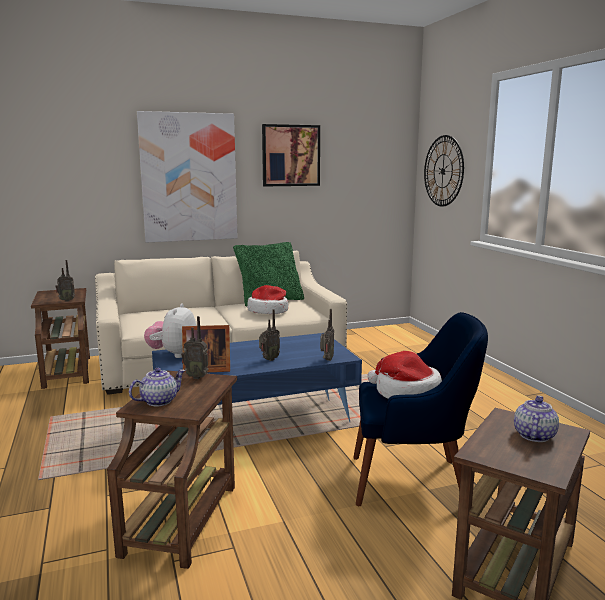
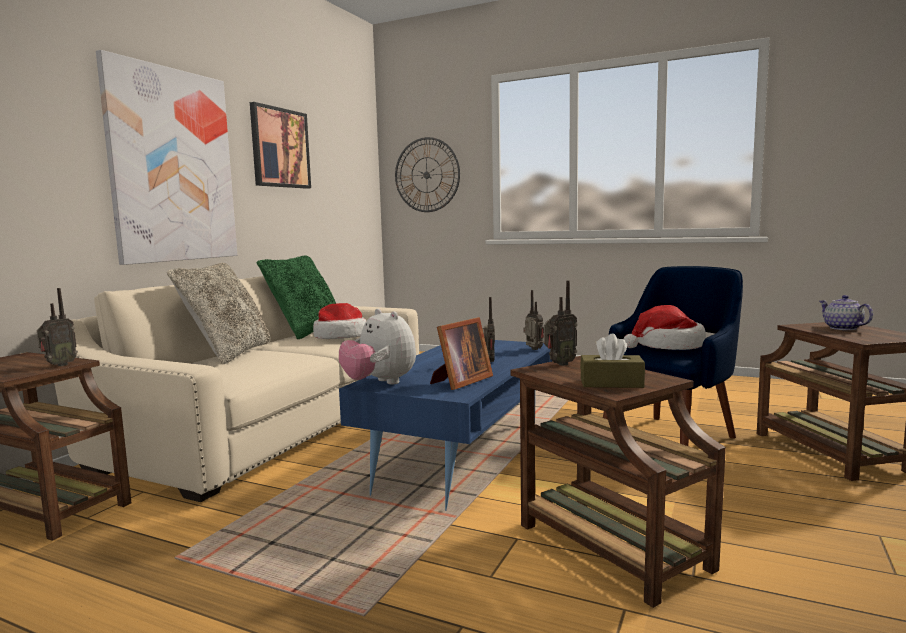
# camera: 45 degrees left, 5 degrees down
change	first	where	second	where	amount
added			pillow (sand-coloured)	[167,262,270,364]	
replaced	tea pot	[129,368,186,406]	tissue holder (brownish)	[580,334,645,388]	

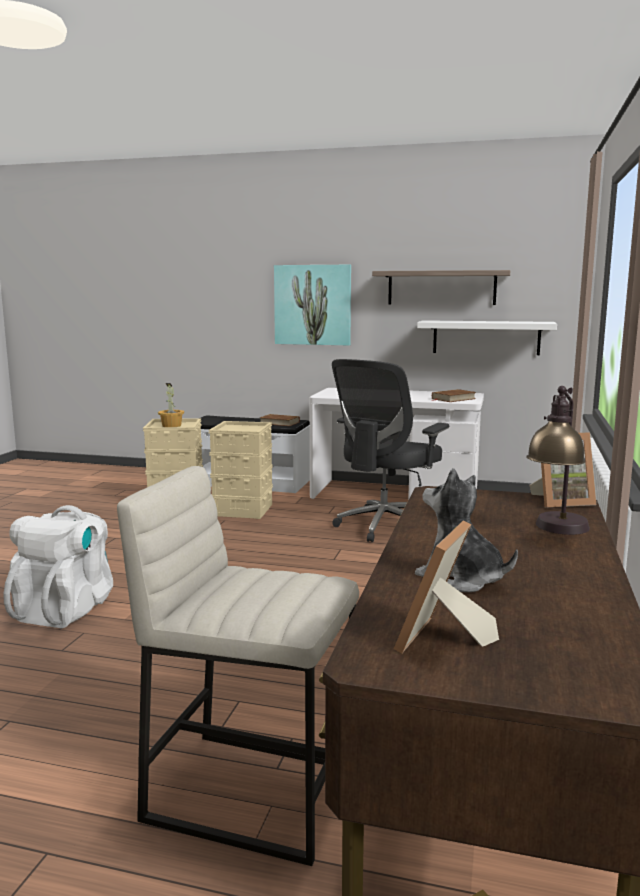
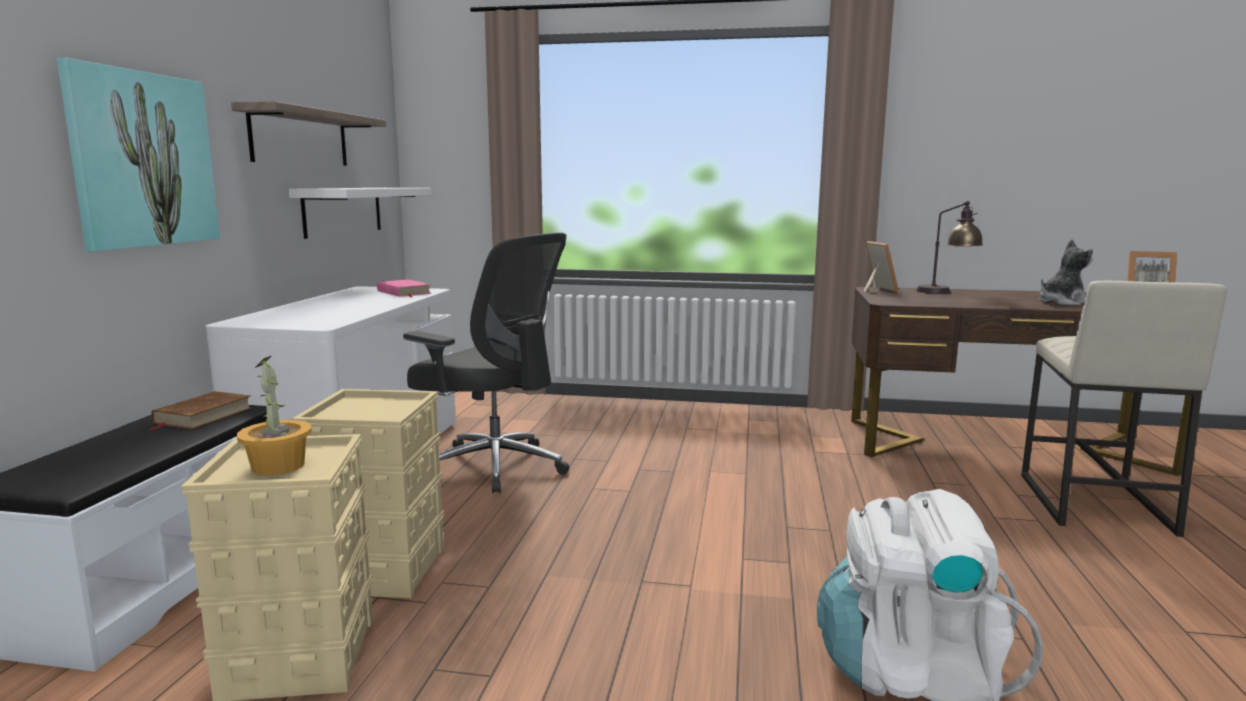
# camera: 95 degrees left, 0 degrees up
change	first	where	second	where	amount
recoloured	bound book (brownish)	[431,389,476,402]	bound book (pink-coloured)	[377,279,432,297]	
turned	cuddly toy	[415,468,518,592]		[1039,239,1093,305]	150 degrees counterclockwise

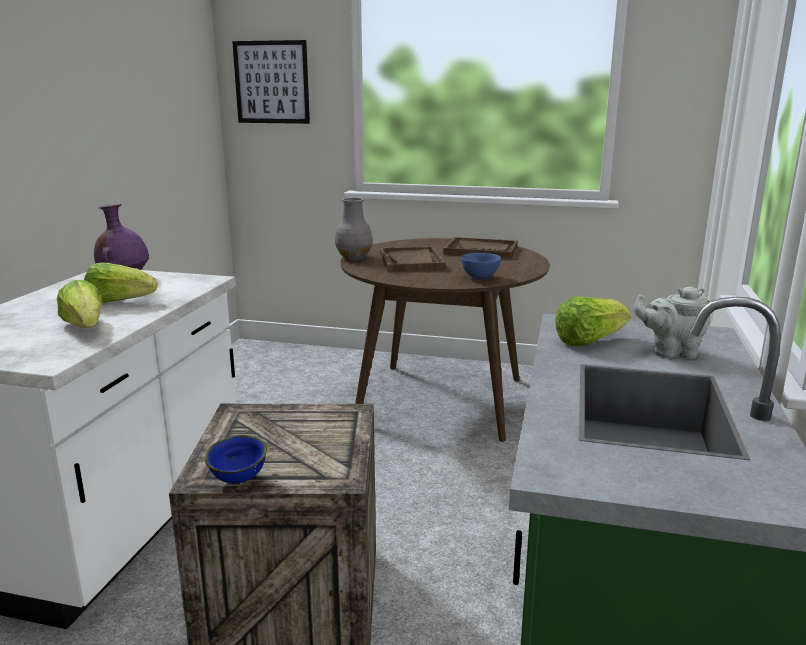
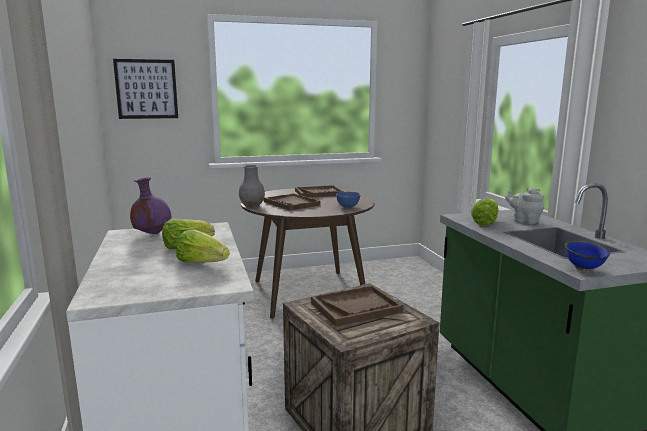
# camera: 30 degrees left, 5 degrees down
change	first	where	second	where	amount
added			tray (brownish)	[311,285,403,327]	
moved	serving bowl (blue)	[204,435,267,485]		[565,241,610,271]	
turned	tea pot (gray)	[634,286,711,359]		[505,188,544,224]	60 degrees clockwise

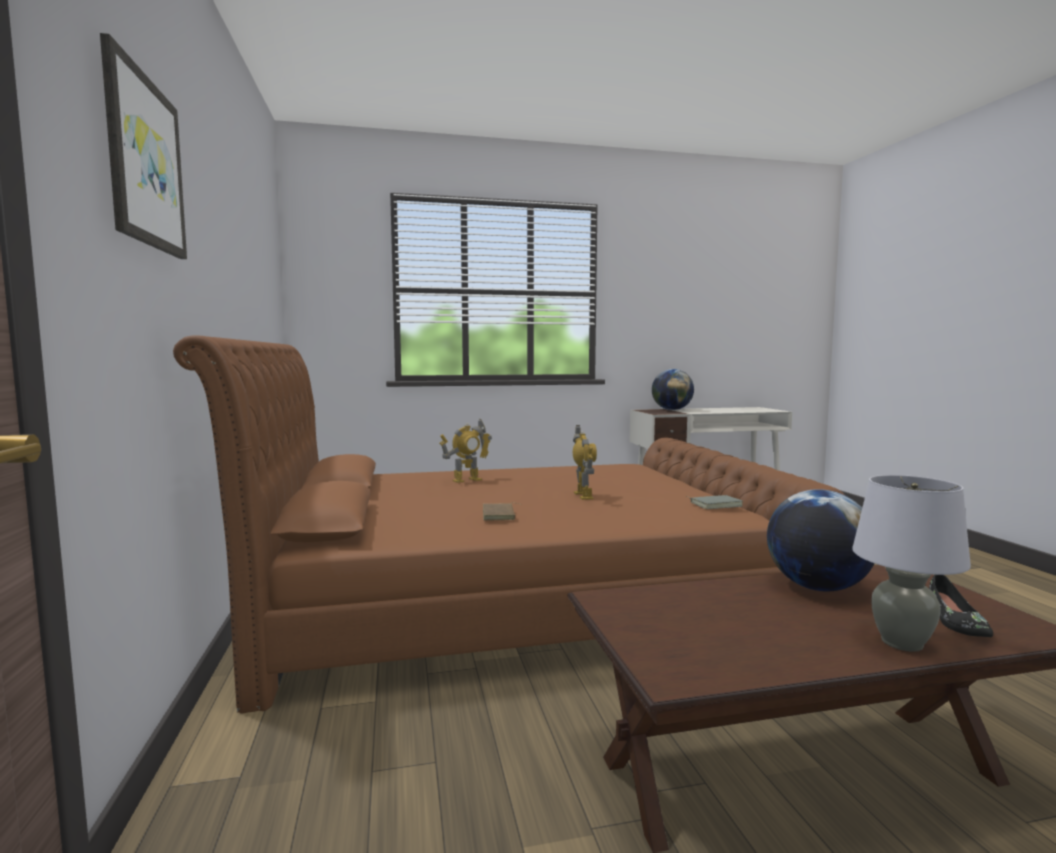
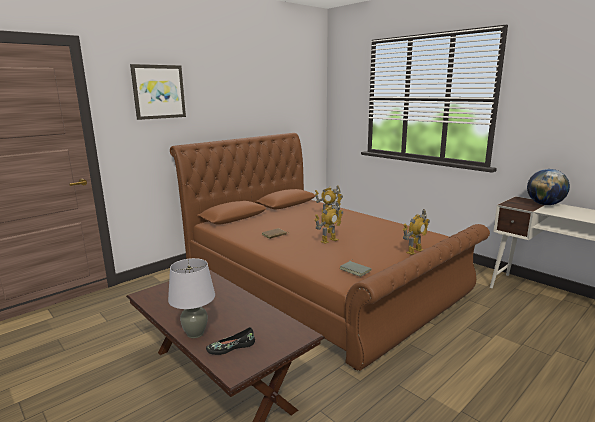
# camera: 60 degrees right, 10 degrees up
change	first	where	second	where	amount
removed	world globe	[767,489,874,591]			
added			model robot	[403,209,430,255]	

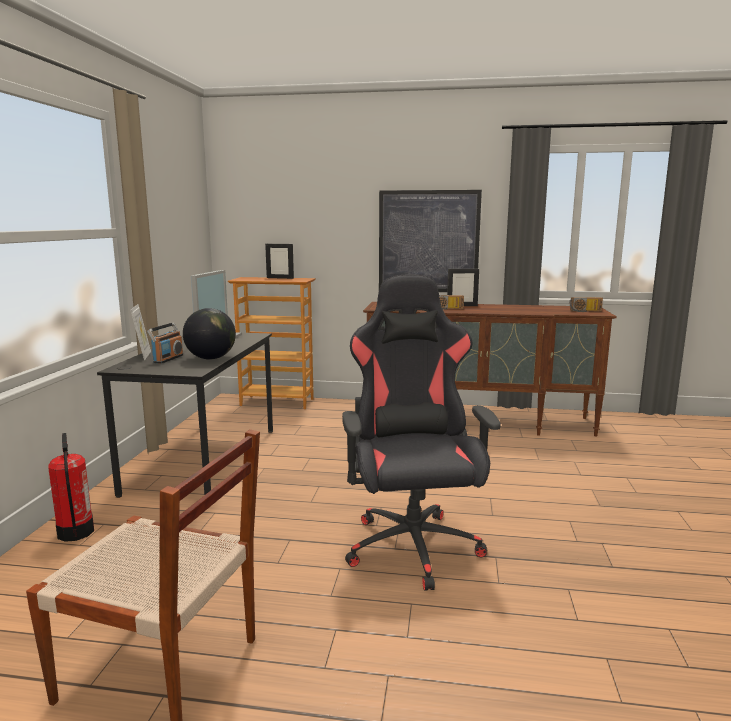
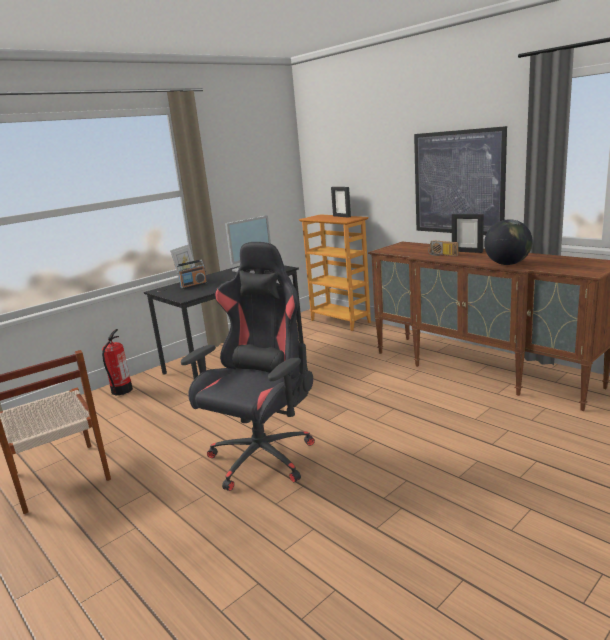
# camera: 40 degrees right, 5 degrees up
change	first	where	second	where	amount
removed	radio set	[569,297,603,312]			
moved	world globe	[183,308,236,360]		[484,219,532,265]	

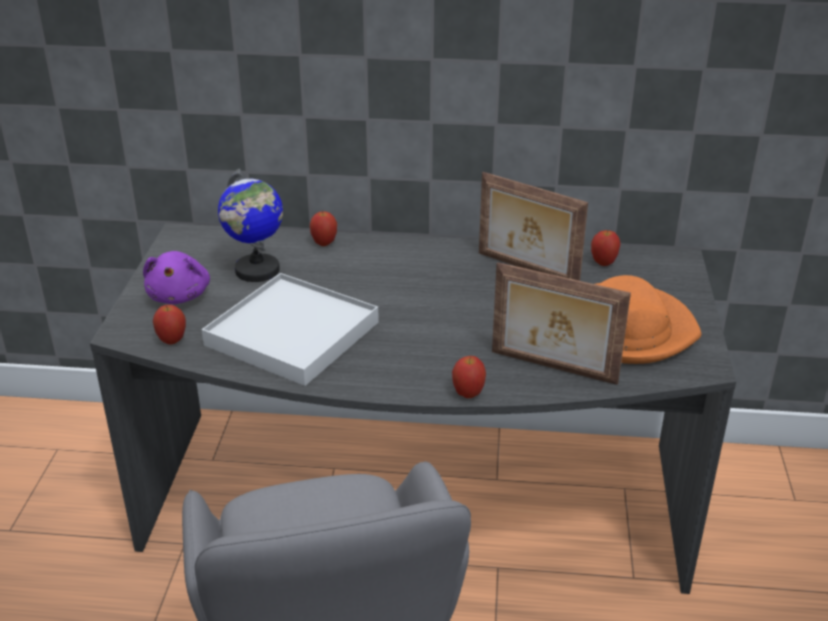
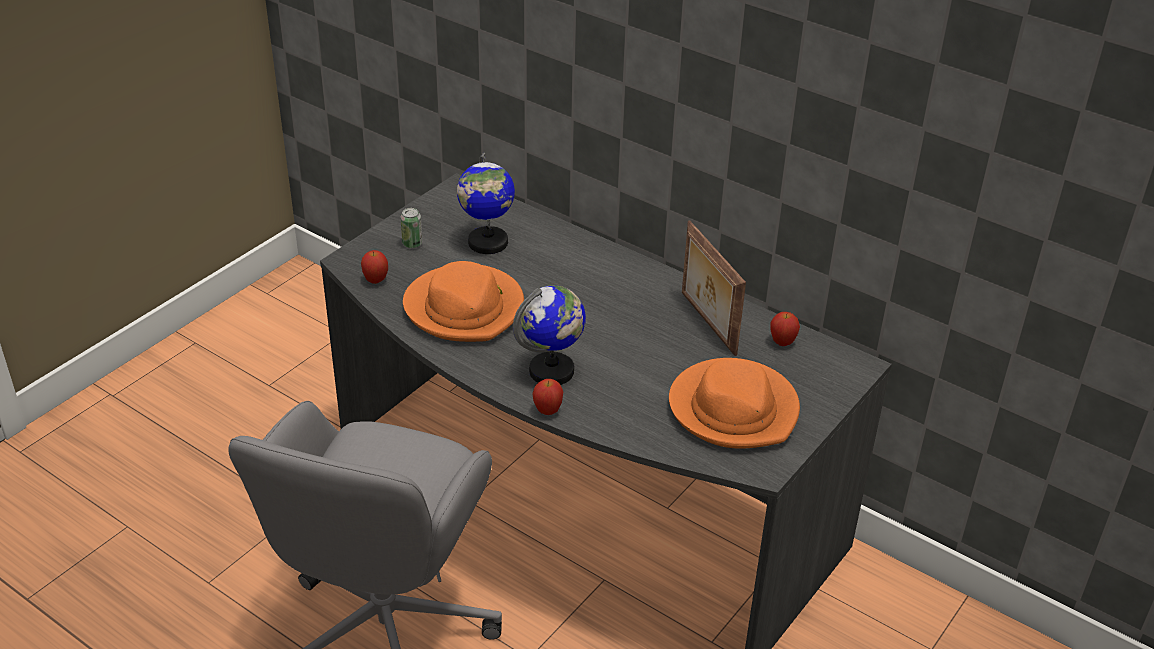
# camera: 30 degrees right, 5 degrees up
change	first	where	second	where	amount
removed	apple	[310,211,337,246]			
removed	picture frame	[492,262,631,385]			
added			world globe	[513,285,586,385]	
replaced	cuddly toy (purplish)	[143,251,210,304]	can	[400,208,422,248]	
replaced	tray (white-coloured)	[201,273,379,386]	clothing hat (orange-coloured)	[403,261,524,342]	

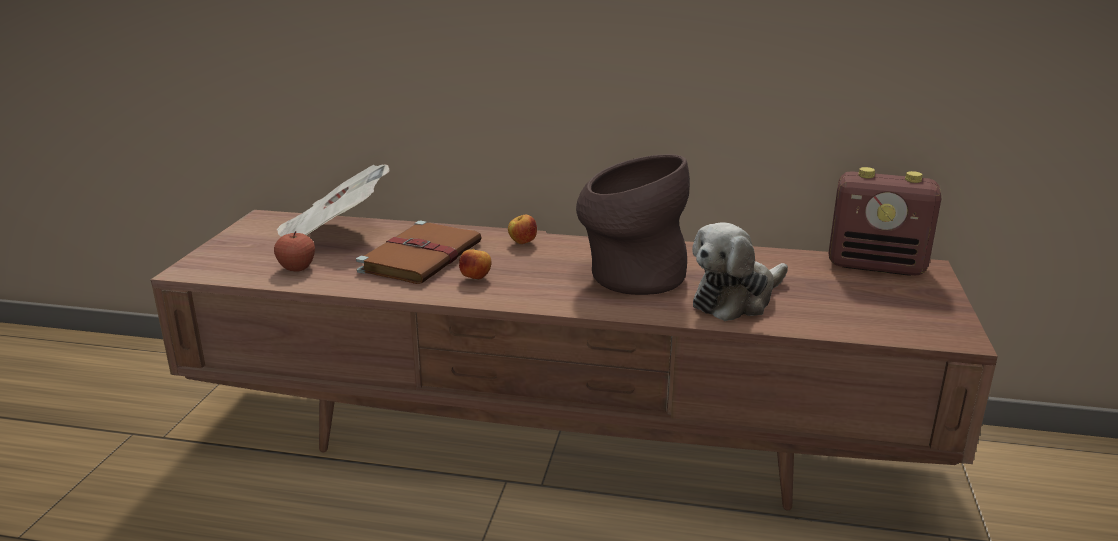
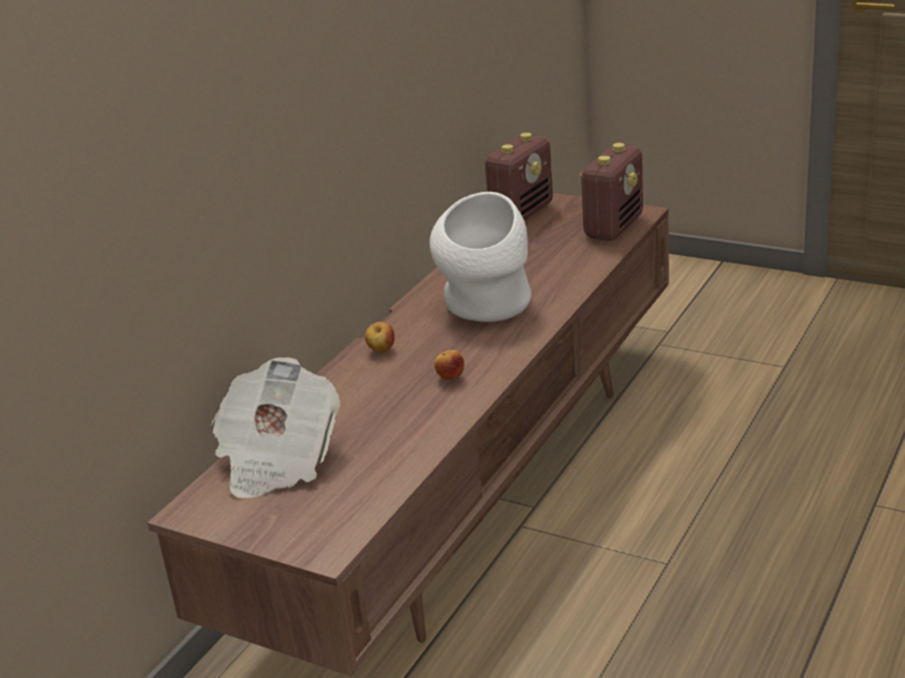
# camera: 70 degrees left, 5 degrees up
change	first	where	second	where	amount
removed	apple	[274,231,315,272]			
removed	bound book (brownish)	[356,221,482,284]			
removed	cuddly toy	[692,222,788,321]			
added			radio set	[579,143,643,241]	
recoloured	decorative vase (brownish)	[576,154,690,295]	decorative vase (white-coloured)	[429,192,531,322]	

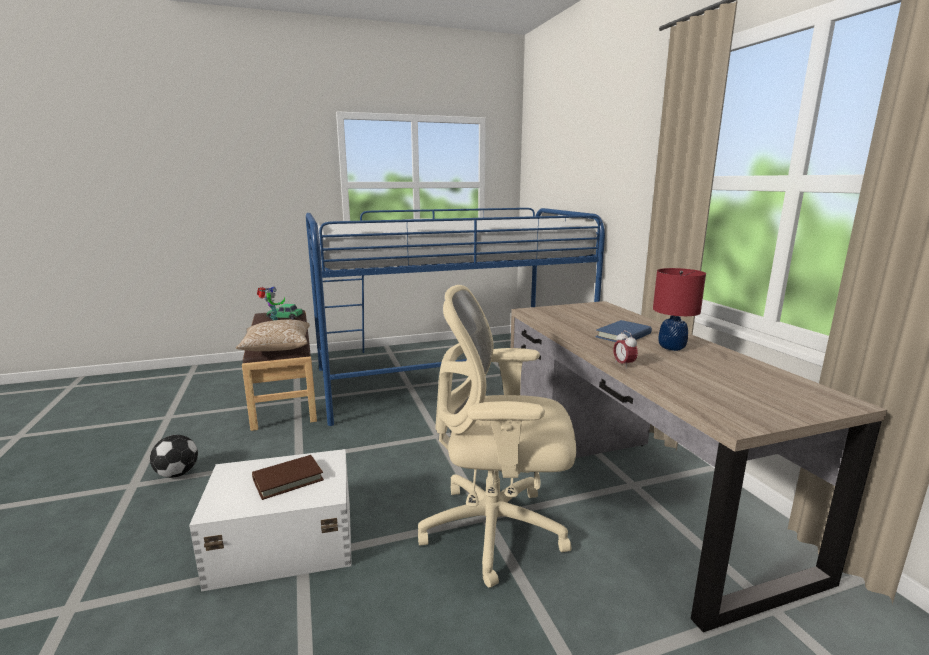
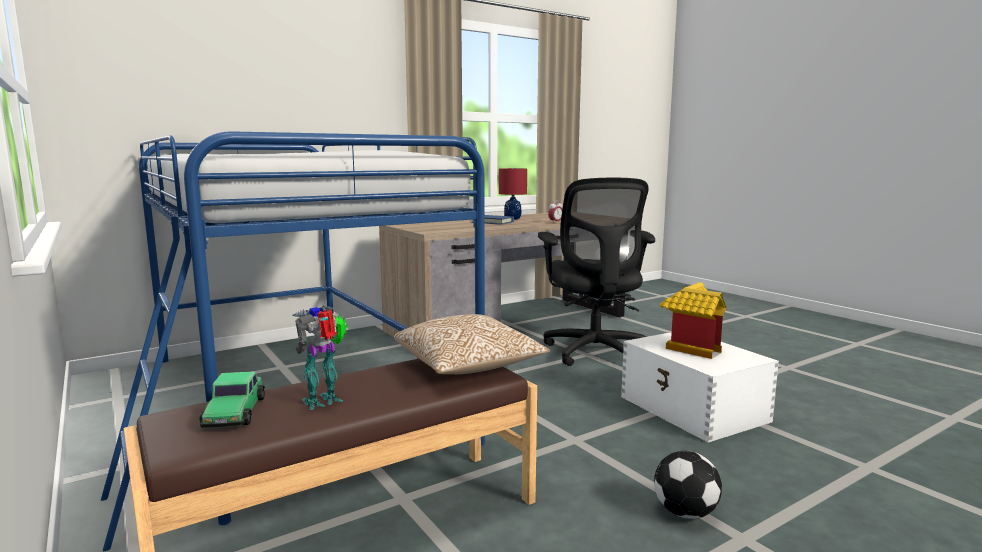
# camera: 105 degrees left, 5 degrees down
change	first	where	second	where	amount
replaced	bound book (brownish)	[252,455,324,500]	toy house	[660,282,727,359]	
recoloured	office chair (sand-coloured)	[418,285,576,587]	office chair (blackish)	[538,178,655,366]	

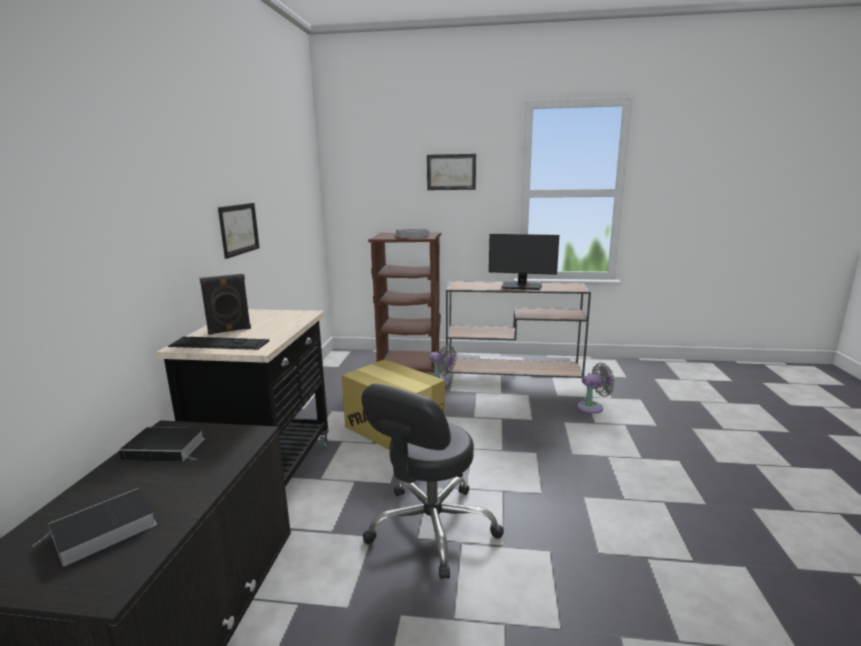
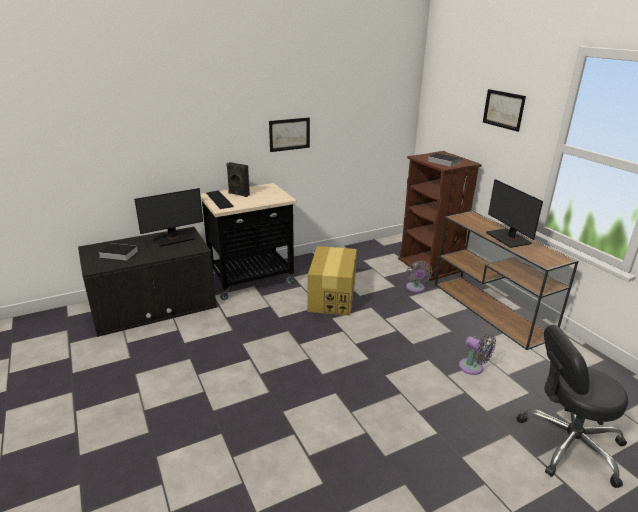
# camera: 55 degrees right, 10 degrees up
change	first	where	second	where	amount
moved	office chair (blackish)	[361,384,504,579]		[516,325,628,488]	
replaced	bound book	[119,427,205,462]	computer display	[134,188,203,247]	

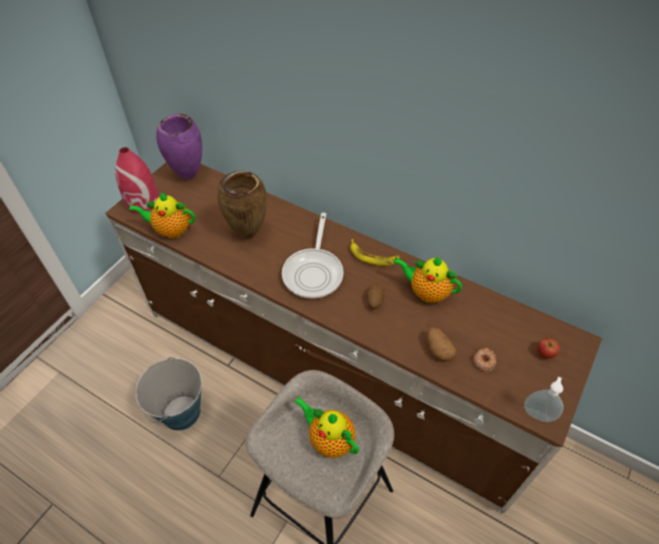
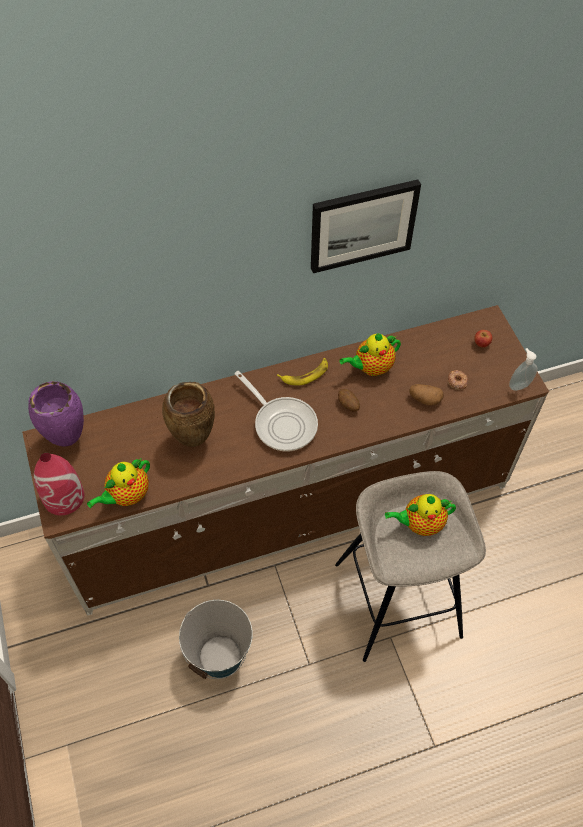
# camera: 50 degrees left, 5 degrees up
change	first	where	second	where	amount
added			wall art	[311,179,421,273]	

